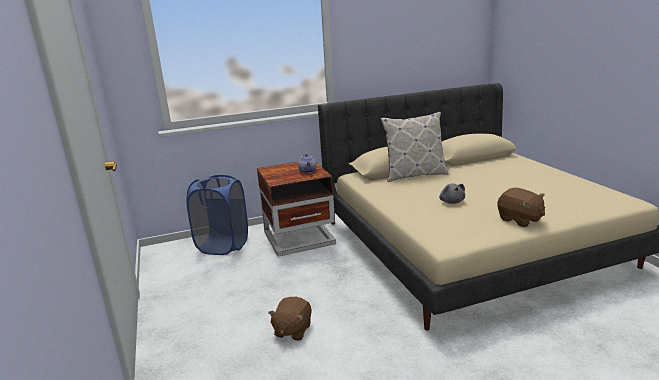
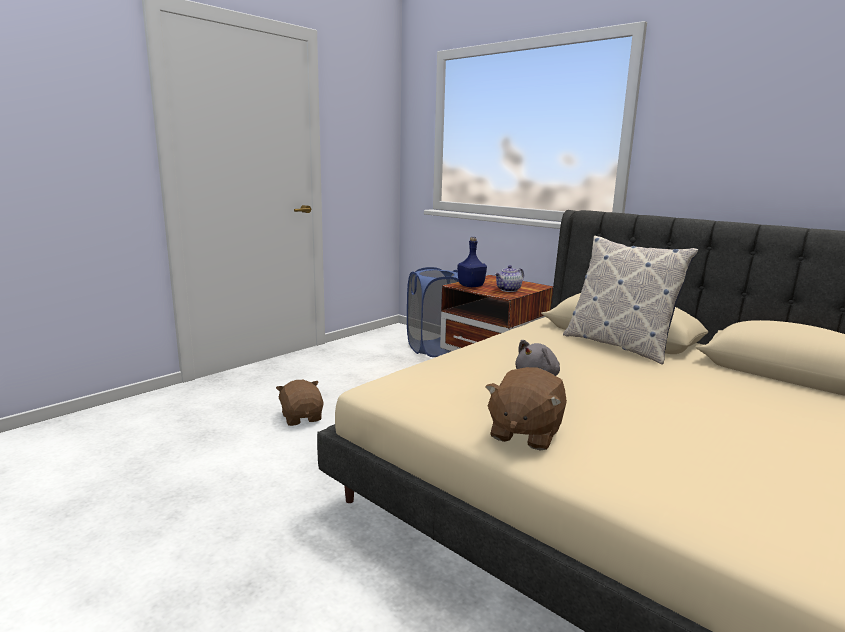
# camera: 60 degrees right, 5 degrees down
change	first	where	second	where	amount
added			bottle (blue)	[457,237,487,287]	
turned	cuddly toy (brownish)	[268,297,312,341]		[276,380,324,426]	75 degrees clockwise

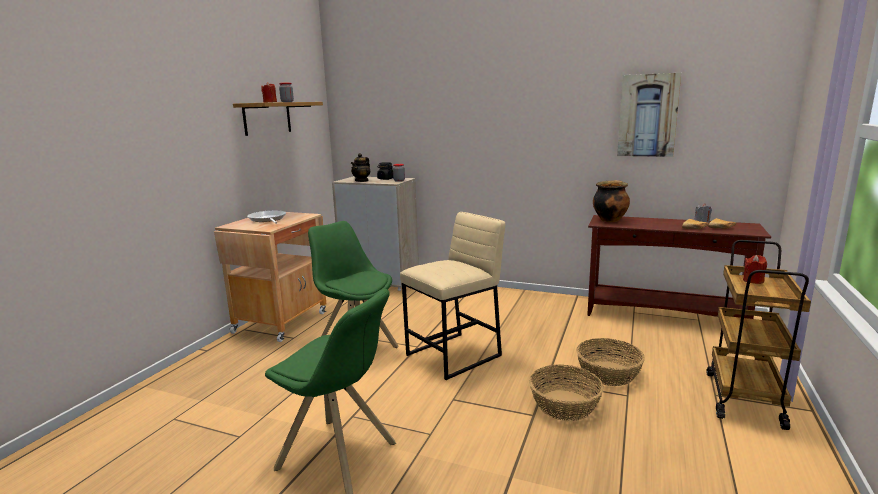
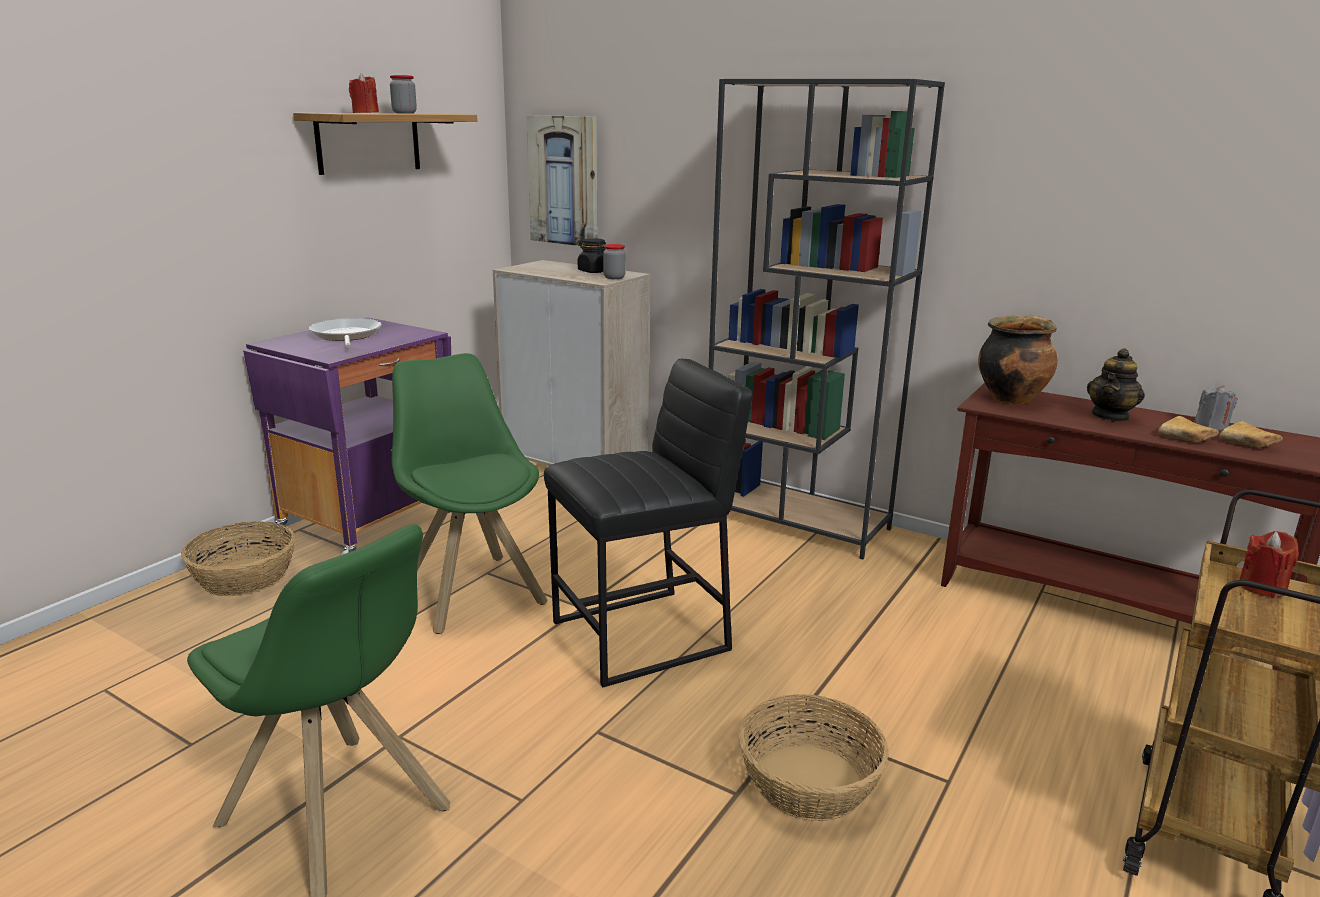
# camera: 10 degrees right, 5 degrees up
change	first	where	second	where	amount
added			bookcase	[709,79,945,560]	
moved	tea pot	[351,153,370,182]		[1087,348,1145,422]	
moved	storage basket	[576,338,645,386]		[181,521,295,596]	
moved	wall art	[617,73,681,157]		[526,115,598,246]	
recoloured	trolley (brownish)	[214,212,326,342]	trolley (purplish)	[243,317,451,555]	
recoloured	chair (sand-coloured)	[400,212,505,380]	chair (blackish)	[544,359,753,687]	

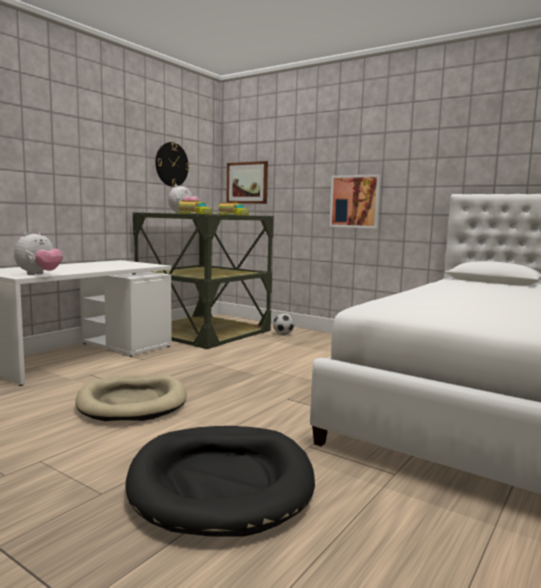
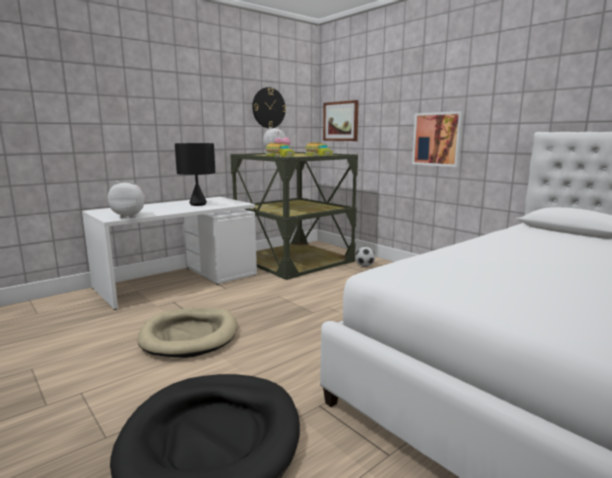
# camera: 15 degrees right, 5 degrees up
change	first	where	second	where	amount
added			lamp for a table (blackish)	[175,143,215,206]	
turned	cuddly toy	[14,232,63,275]		[108,181,145,218]	135 degrees counterclockwise

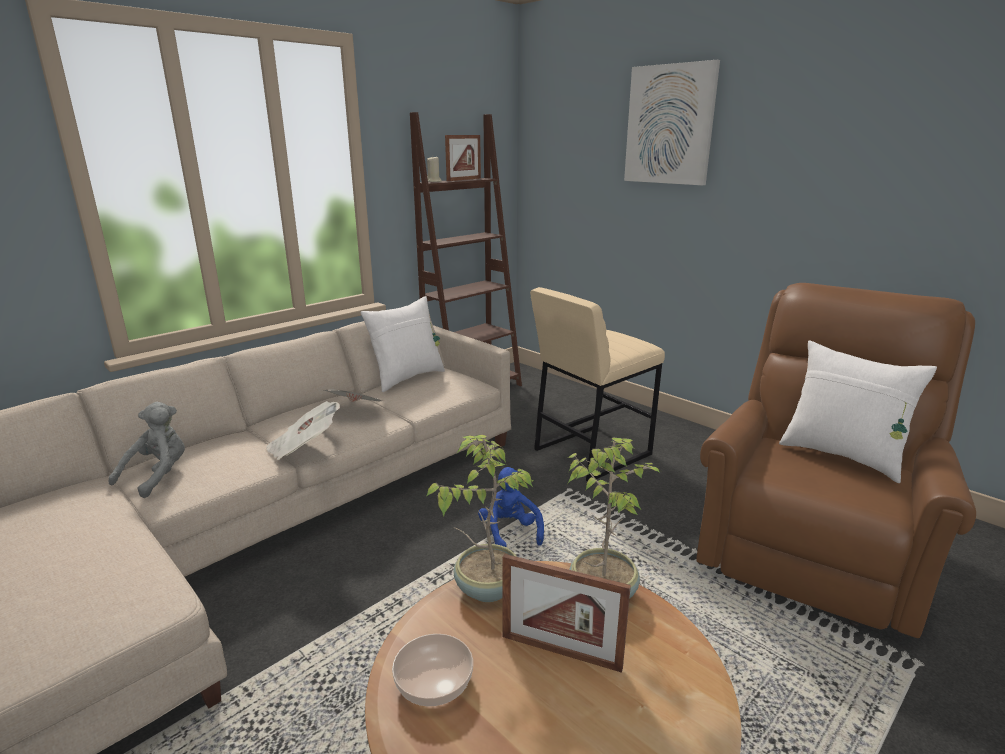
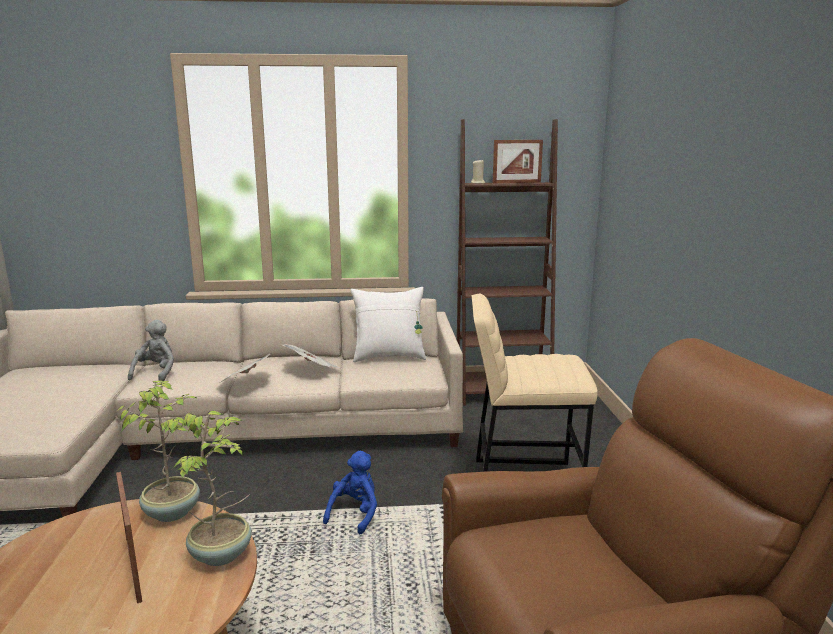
# camera: 40 degrees right, 5 degrees down
change	first	where	second	where	amount
removed	serving bowl	[392,634,473,706]			
removed	wall art	[624,60,720,185]			
removed	pillow (white-coloured)	[779,341,937,483]			
turned	cuddly toy (gray)	[109,402,185,498]		[128,320,174,383]	60 degrees counterclockwise

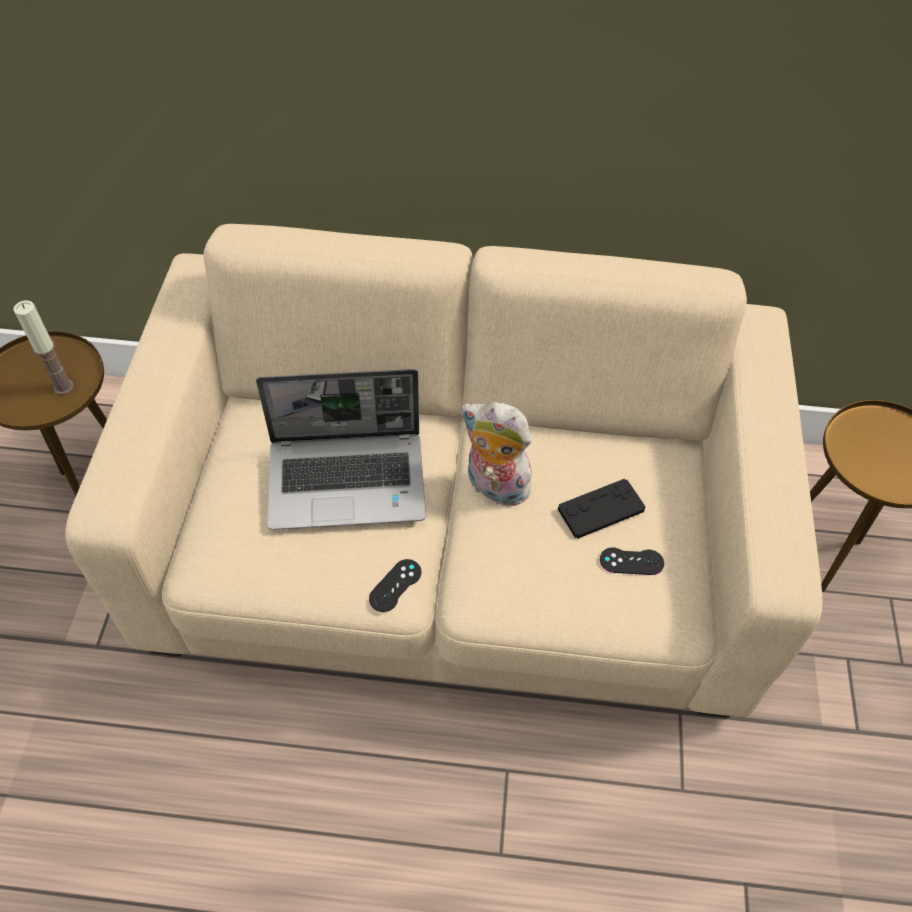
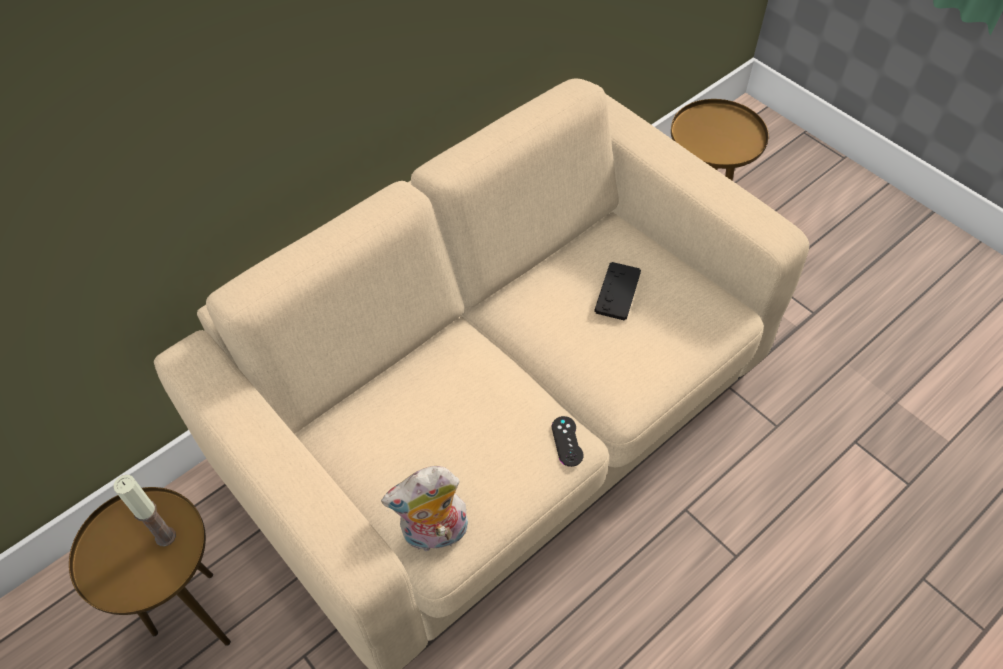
# camera: 45 degrees left, 0 degrees up
change	first	where	second	where	amount
removed	notebook computer	[256,369,426,530]			
removed	game controller (blackish)	[600,547,664,575]			
moved	cuddly toy	[461,402,534,506]		[381,466,468,551]	

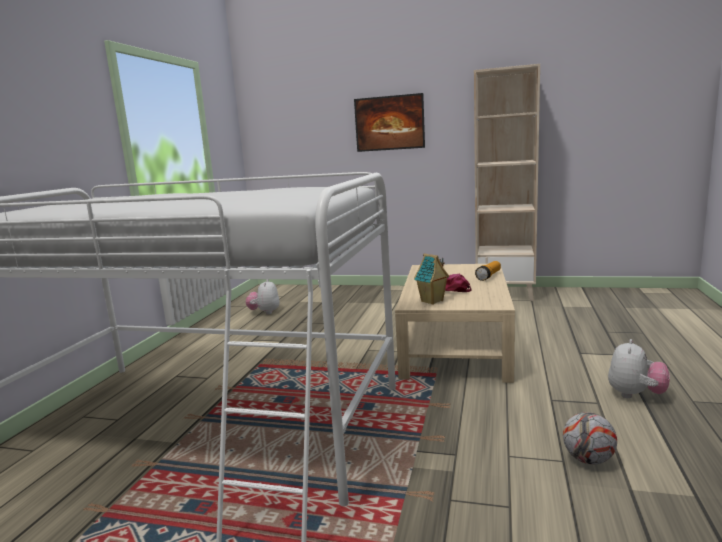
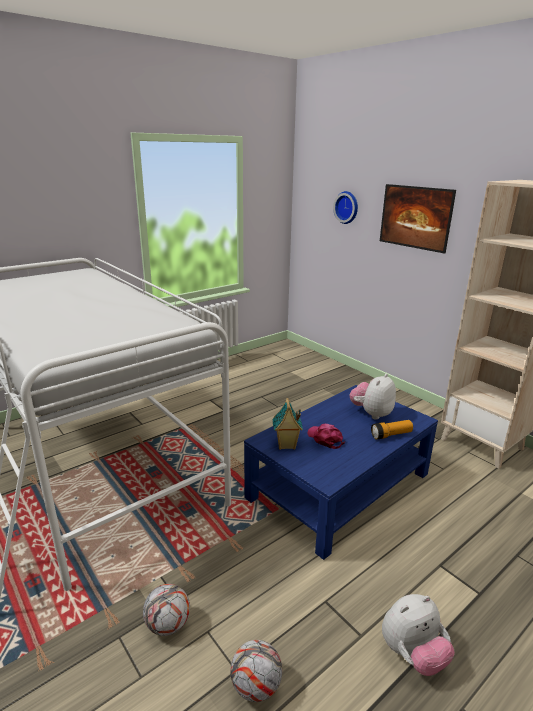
# camera: 35 degrees right, 10 degrees up
change	first	where	second	where	amount
added			ball for football	[143,584,190,636]	
added			clock on the wall	[333,191,358,224]	
moved	cuddly toy	[246,279,280,314]		[350,374,396,420]	
recoloured	low table (sand-coloured)	[395,264,515,383]	low table (blue)	[244,385,438,560]	

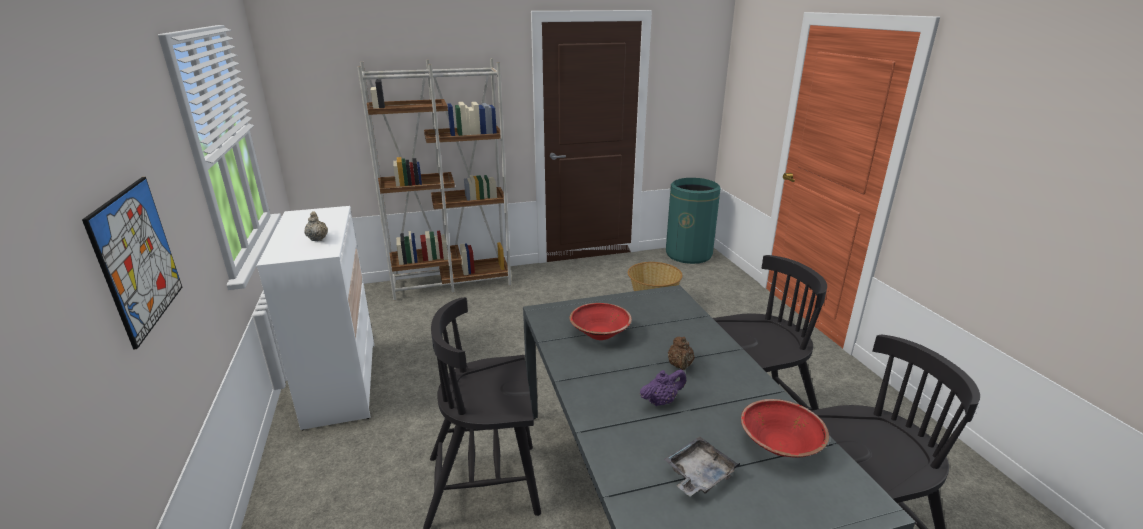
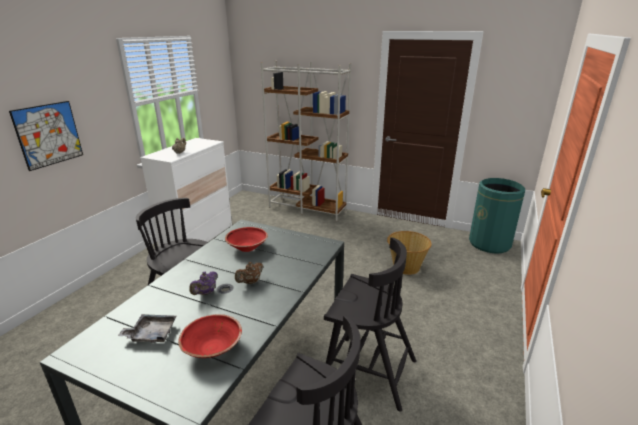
# camera: 40 degrees right, 0 degrees up
change	first	where	second	where	amount
turned	tea pot (purplish)	[640,370,686,406]		[189,271,218,295]	105 degrees clockwise

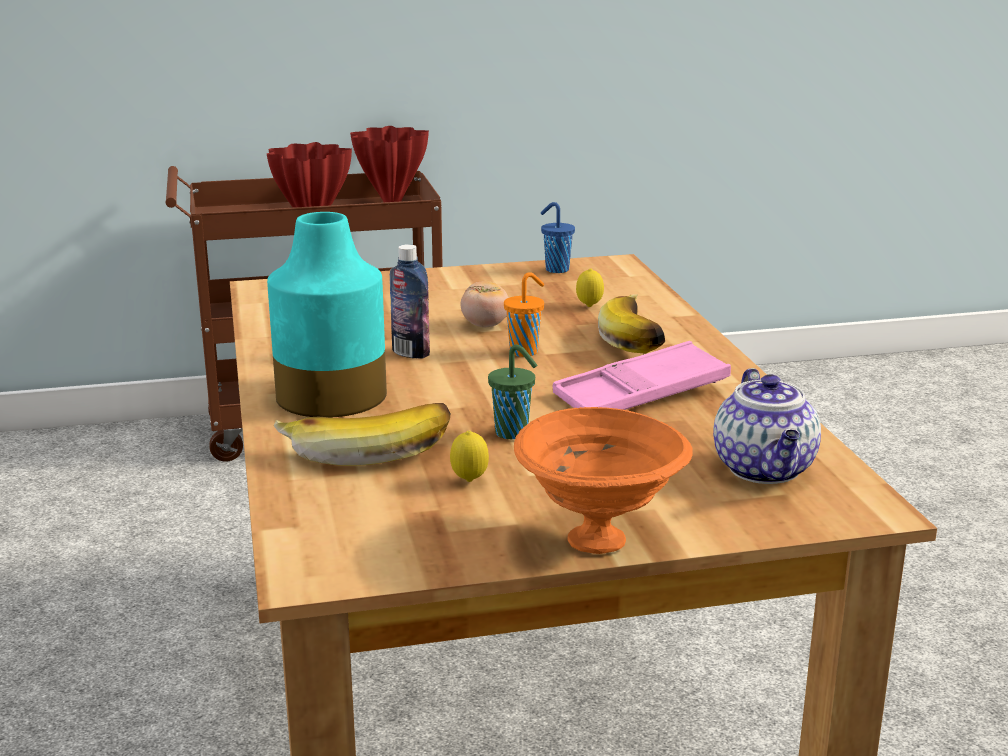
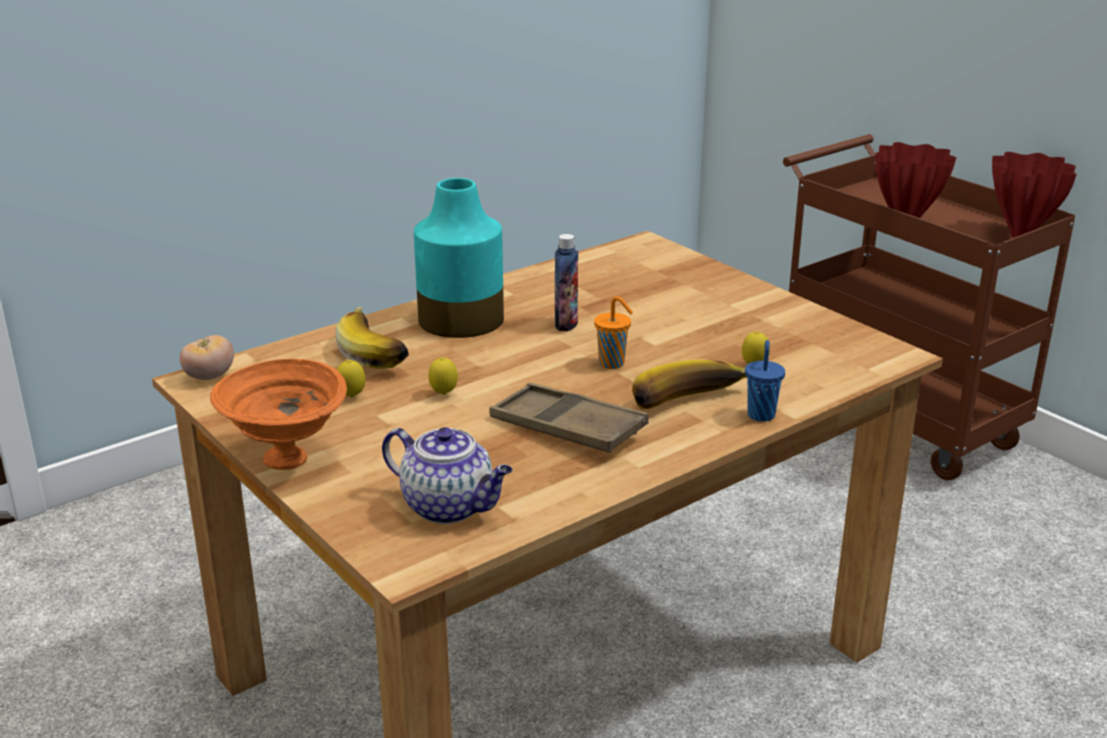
# camera: 65 degrees right, 5 degrees up
change	first	where	second	where	amount
moved	tomato	[461,281,509,327]		[179,335,234,380]	
moved	cup (blue)	[541,202,575,273]		[745,340,785,422]	
replaced	cup (green)	[488,344,538,439]	lemon	[429,357,458,395]	
recoloured	tray (pink-coloured)	[553,341,731,410]	tray (brownish)	[489,383,648,453]	
turned	tea pot	[713,368,821,484]		[382,427,513,524]	120 degrees counterclockwise

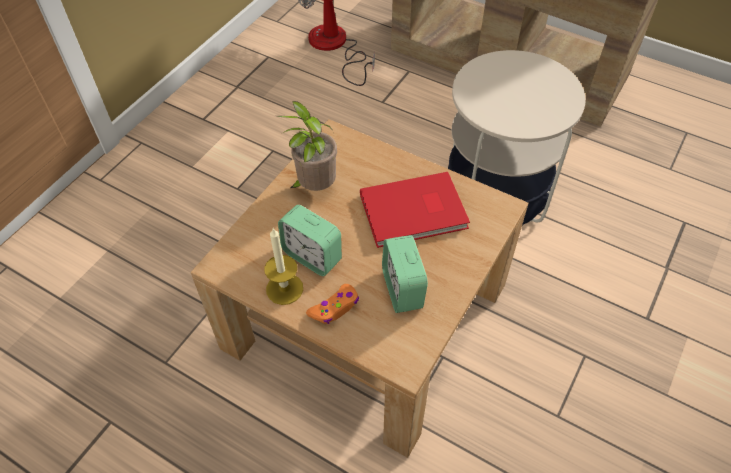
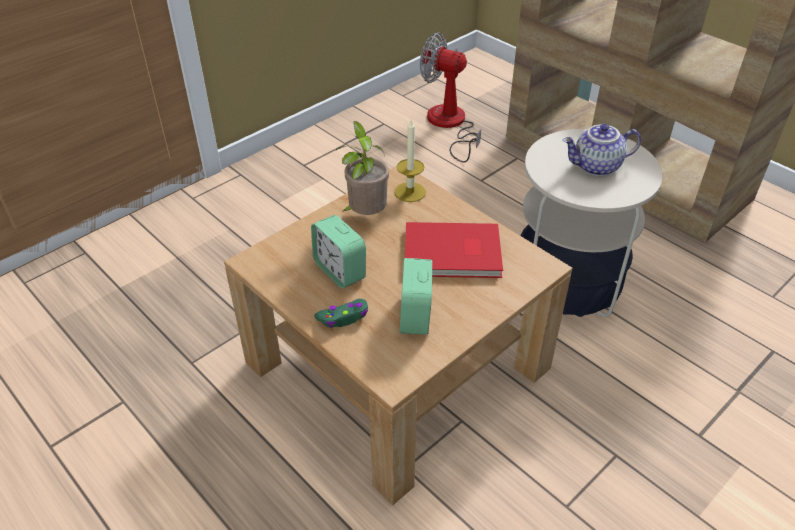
# camera: 15 degrees right, 10 degrees down
change	first	where	second	where	amount
added			tea pot	[562,124,641,176]	
moved	candle	[264,228,303,305]		[394,120,426,202]	
recoloured	game controller (orange-coloured)	[306,284,359,324]	game controller (green)	[314,299,368,328]	

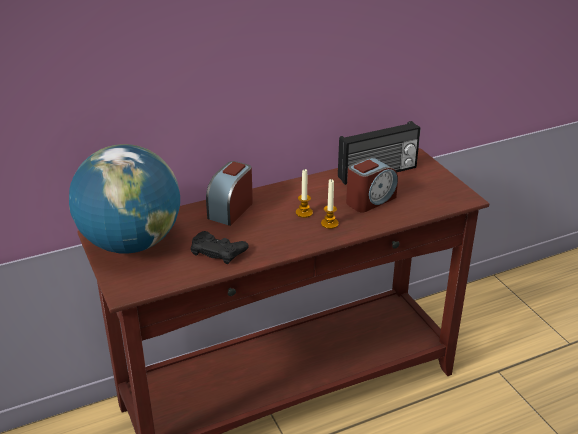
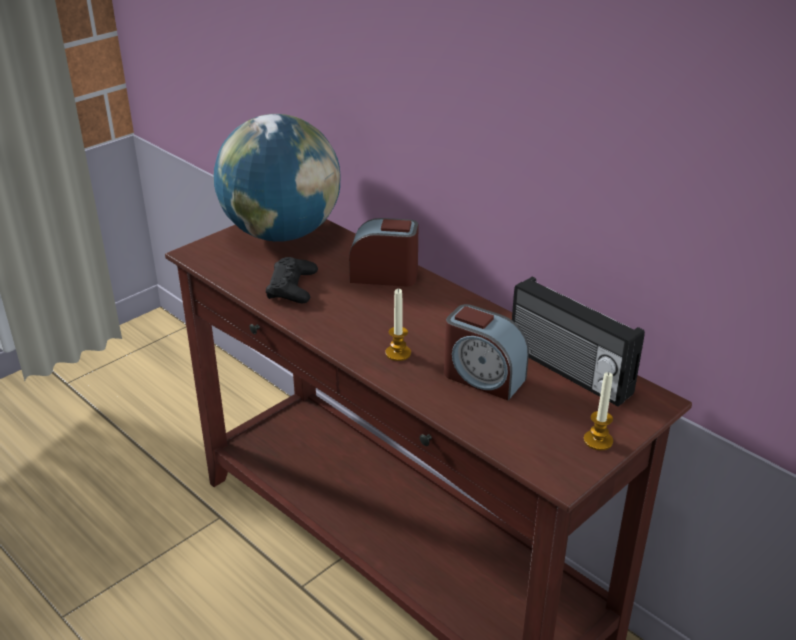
# camera: 70 degrees right, 0 degrees up
change	first	where	second	where	amount
moved	candle	[296,169,313,218]		[584,372,613,451]	

